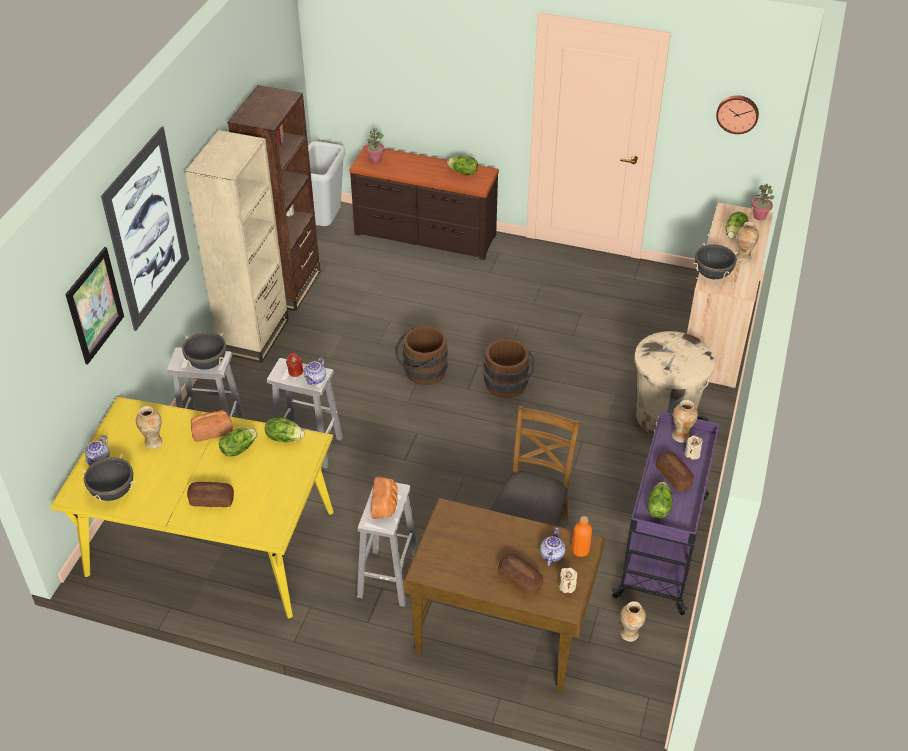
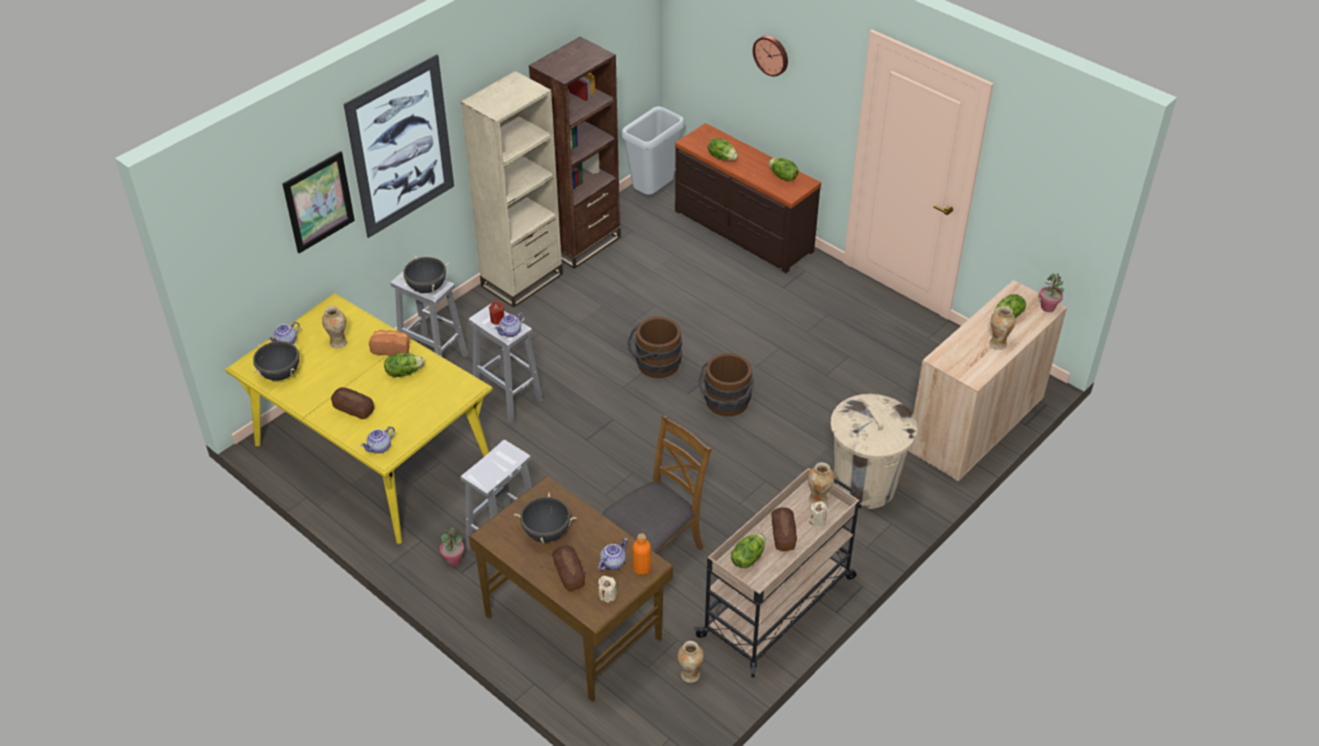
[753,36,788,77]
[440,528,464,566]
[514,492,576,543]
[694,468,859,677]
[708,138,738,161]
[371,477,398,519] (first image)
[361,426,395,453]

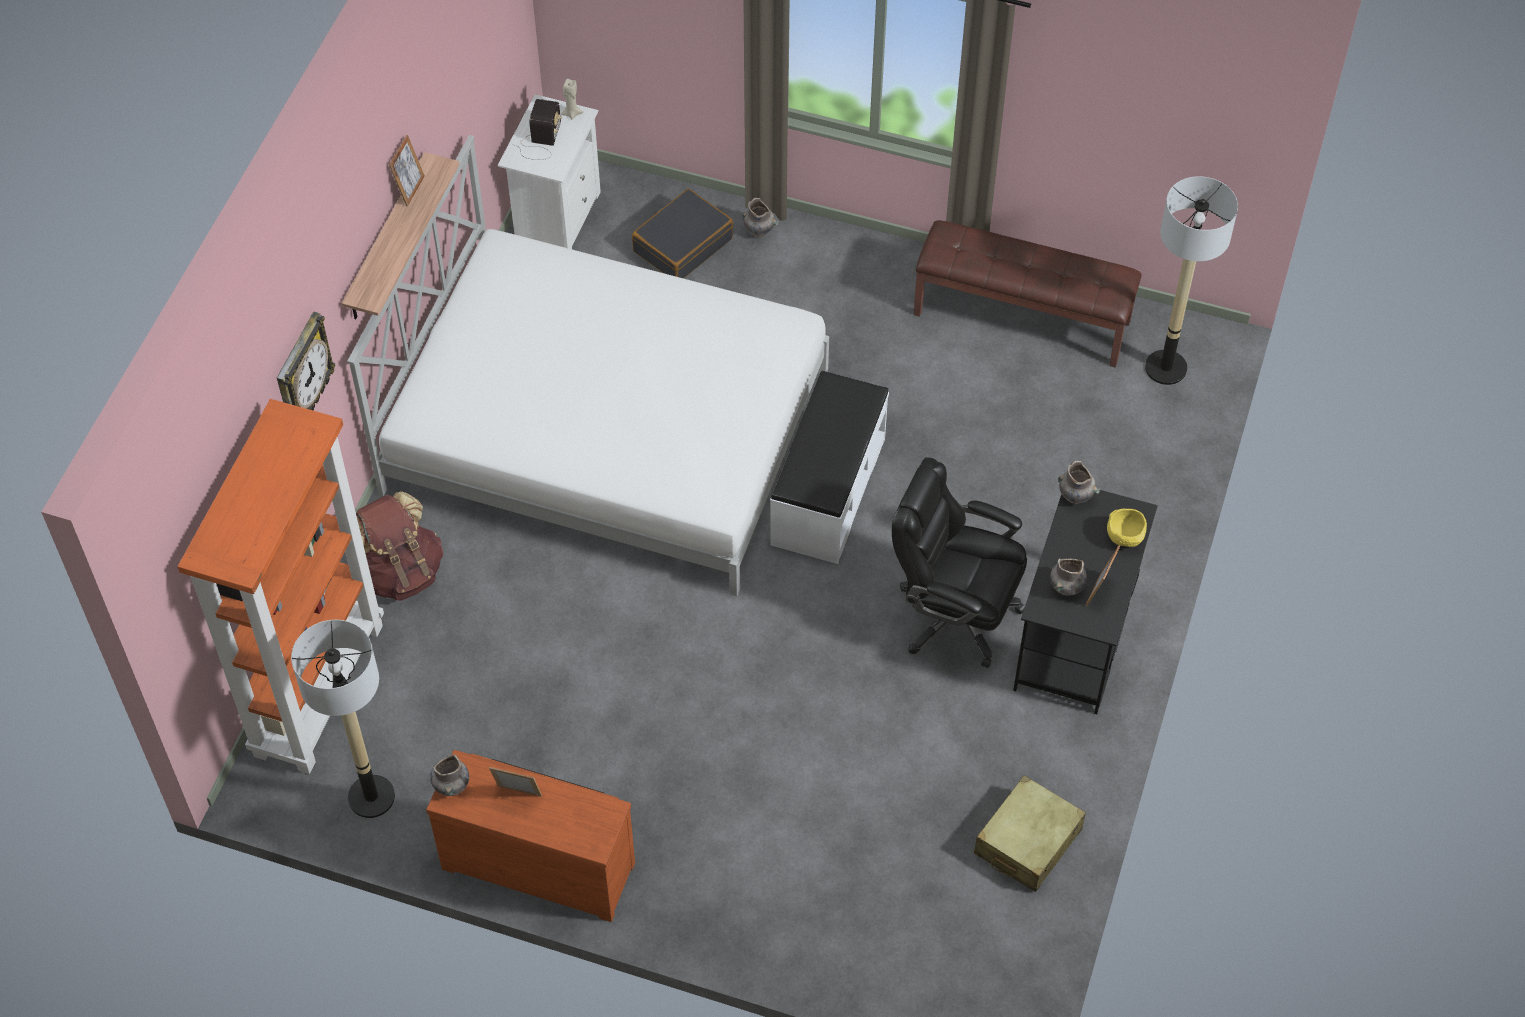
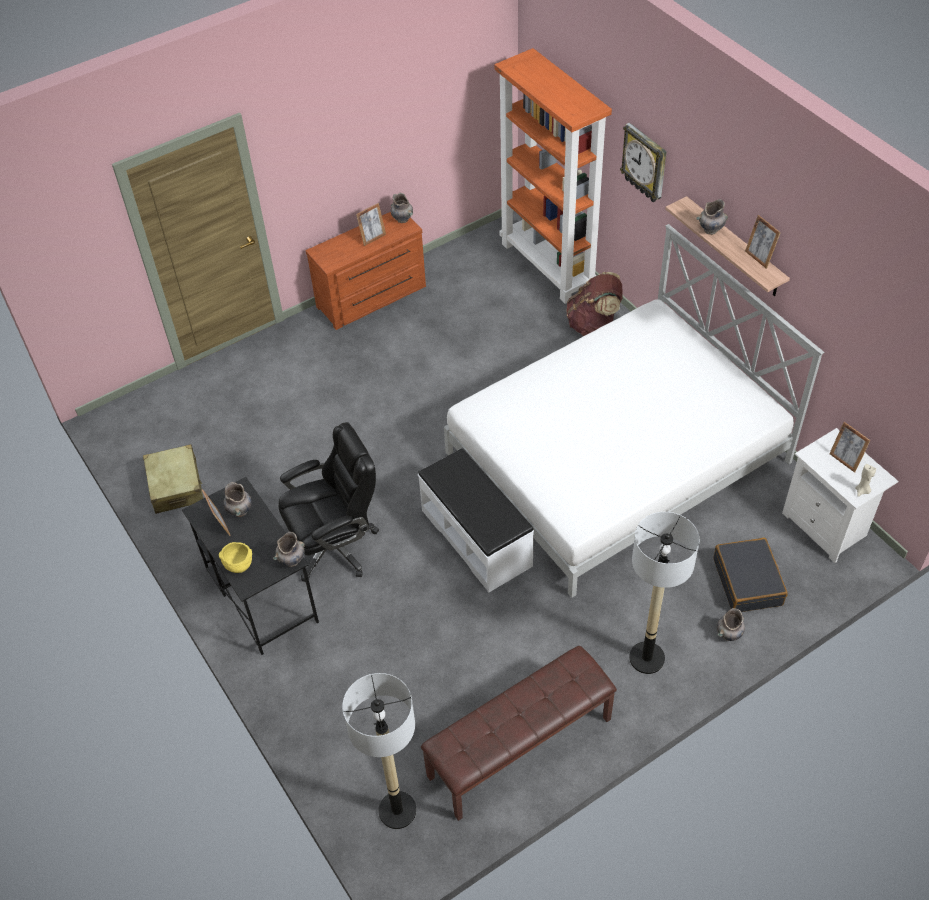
[829,422,871,473]
[629,512,699,674]
[696,199,728,235]

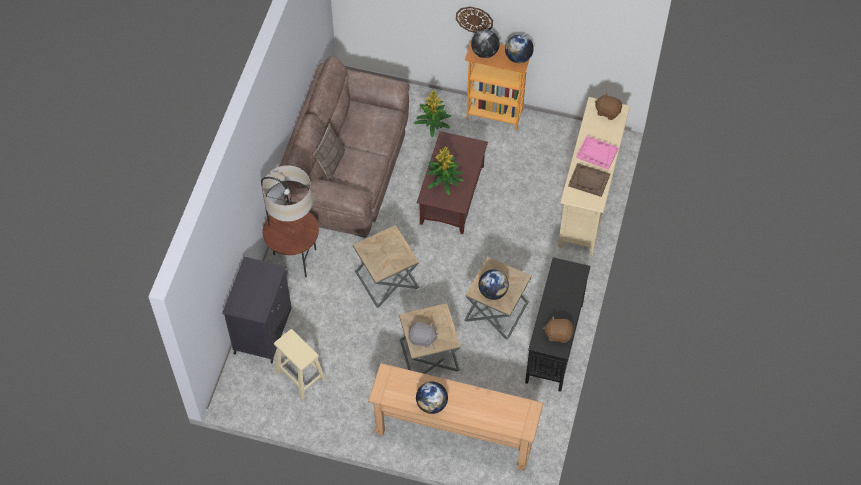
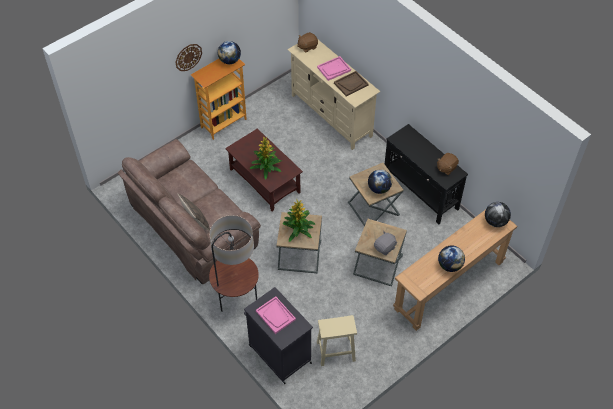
[485,202,511,227]
[283,200,315,242]
[256,296,296,334]

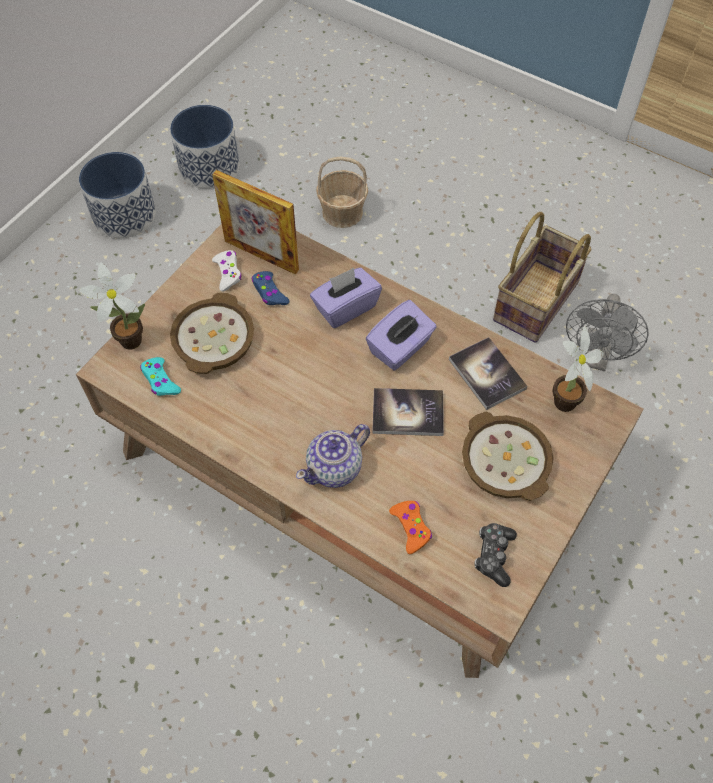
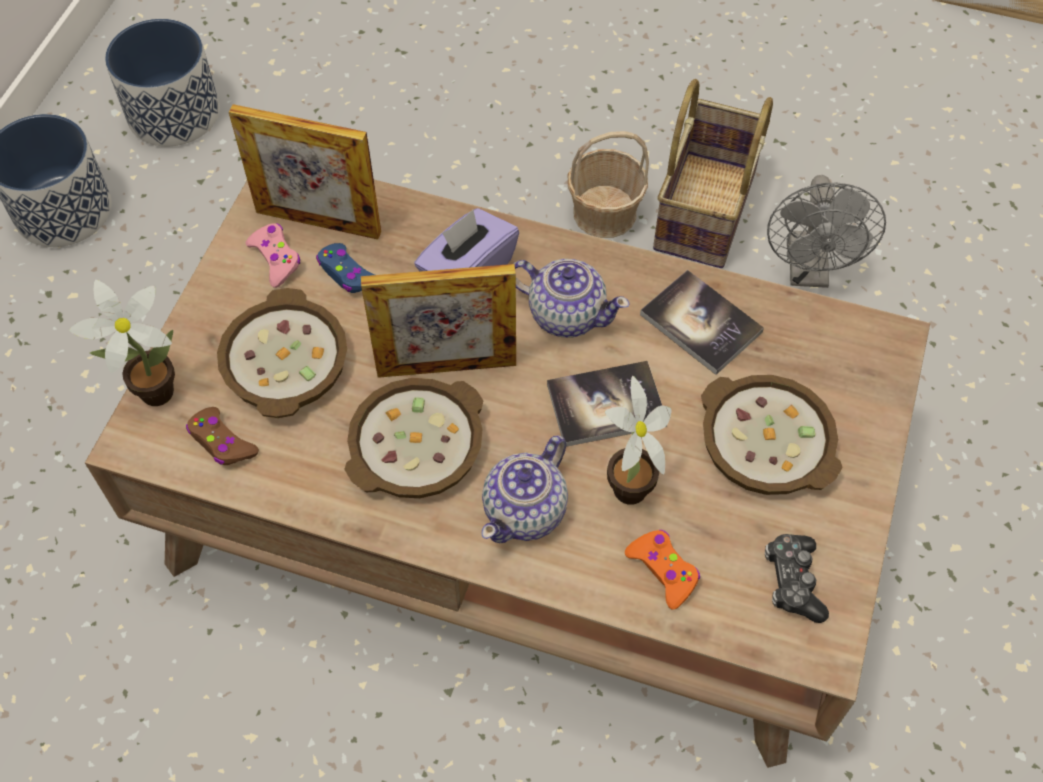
[568,131,649,238]
[246,223,300,288]
[513,259,630,337]
[605,375,671,505]
[186,407,259,465]
[361,264,516,378]
[344,378,484,498]

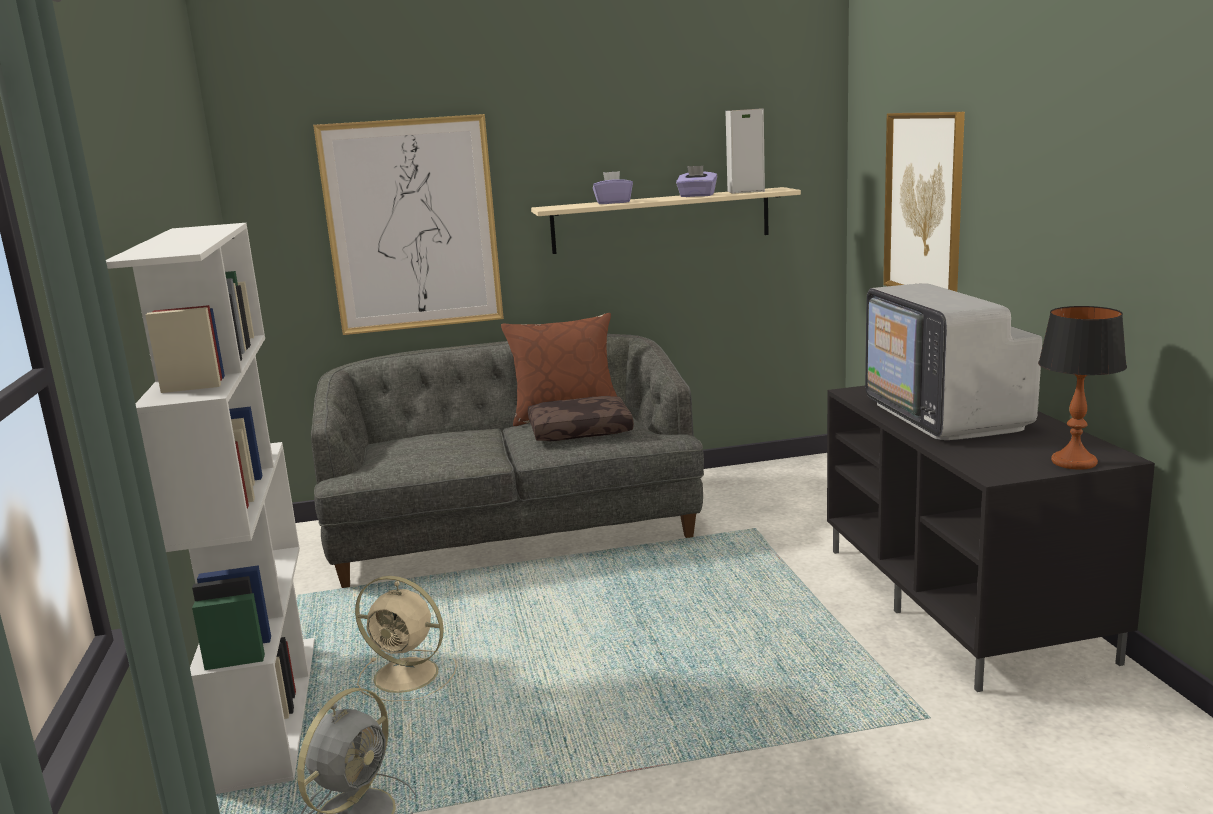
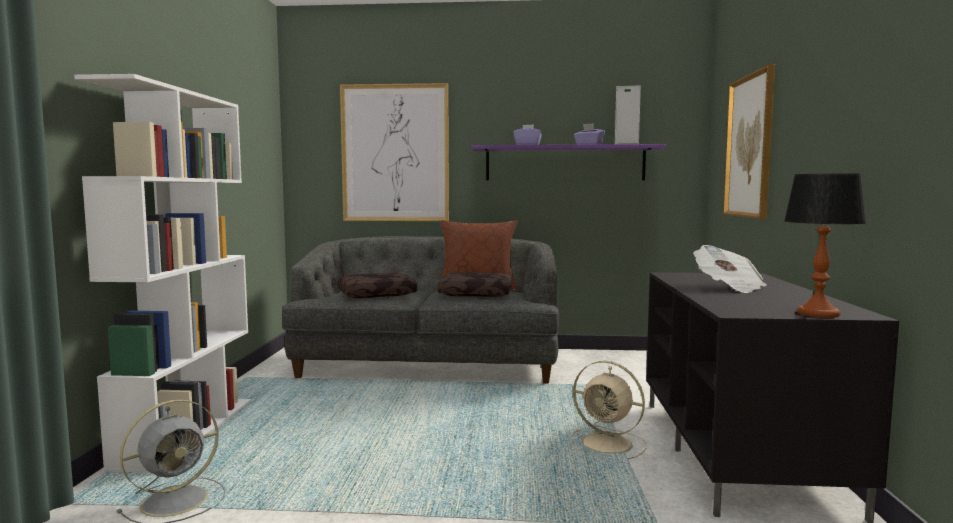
[472,144,666,180]
[693,245,767,293]
[570,361,647,459]
[338,273,417,298]

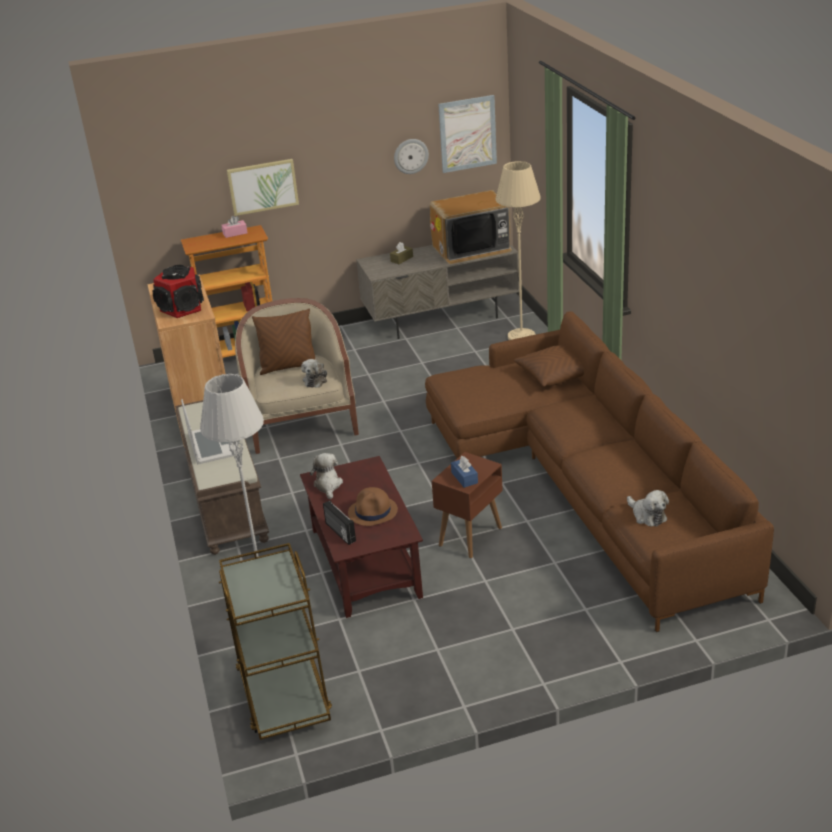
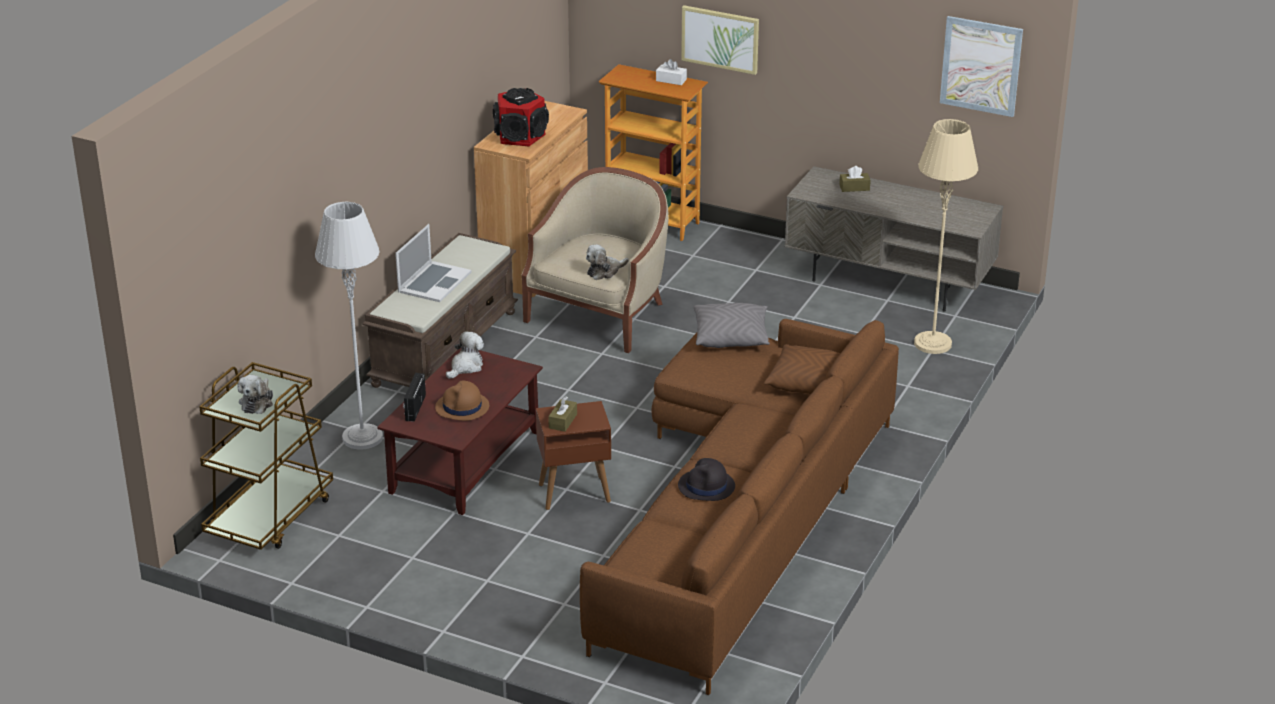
[394,139,429,174] (first image)
[430,190,512,264] (first image)
[656,59,687,85]
[252,309,315,375] (first image)
[548,396,577,432]
[238,375,273,414]
[694,303,770,348]
[678,458,735,501]

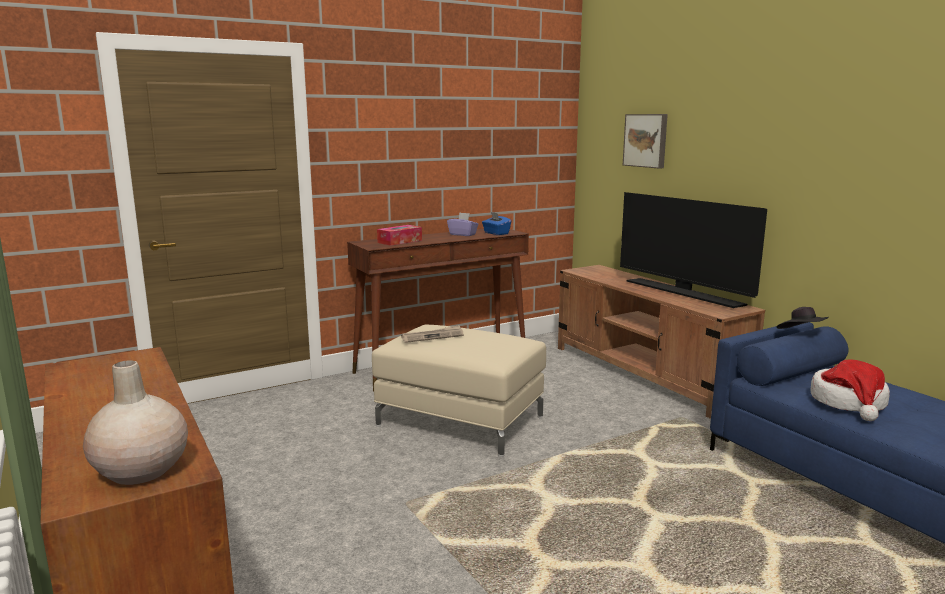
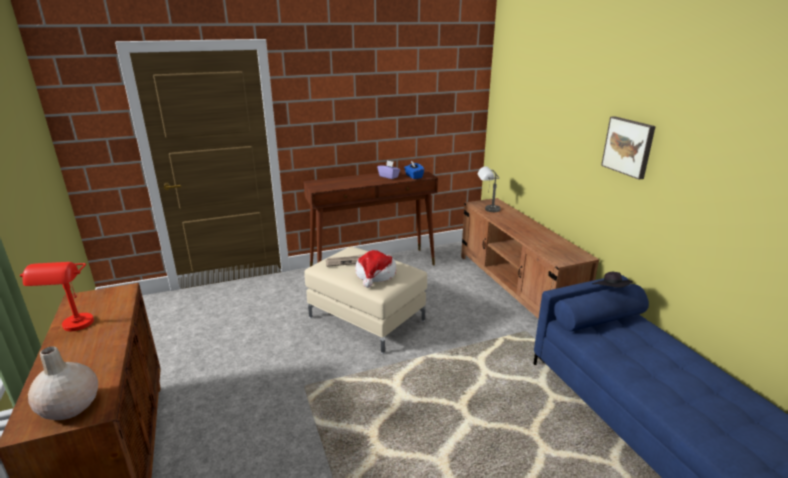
[601,116,656,180]
[620,192,767,308] (first image)
[377,225,422,246] (first image)
[355,250,396,288]
[478,166,500,212]
[20,262,94,331]

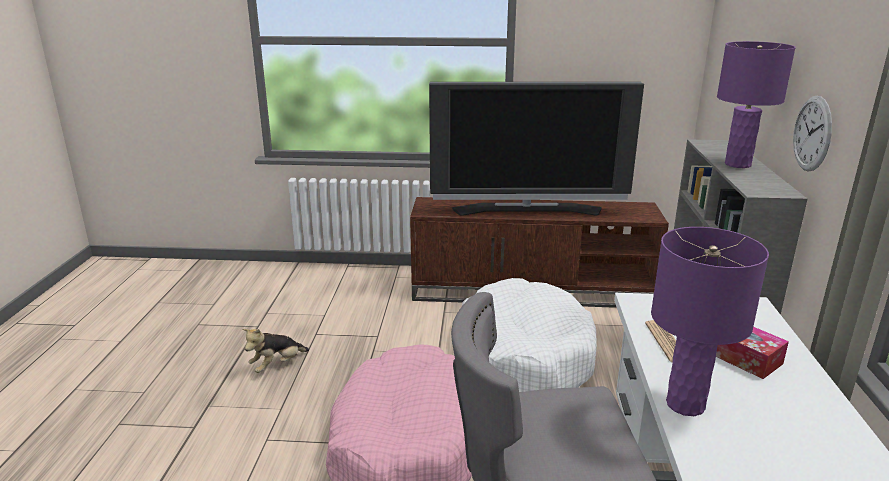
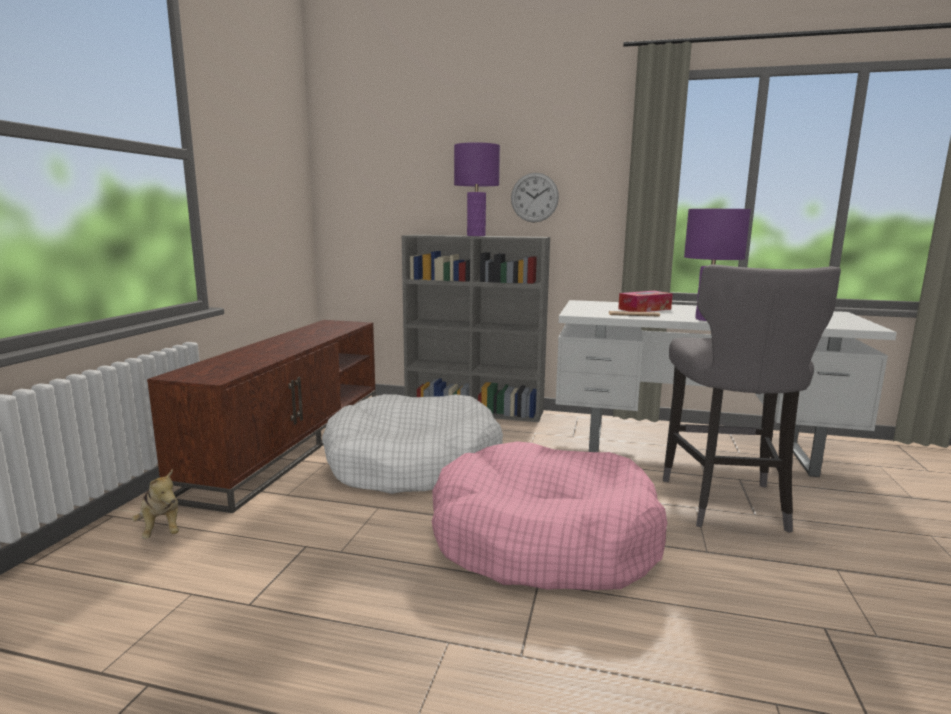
[429,82,644,216] (first image)
[132,469,179,539]

